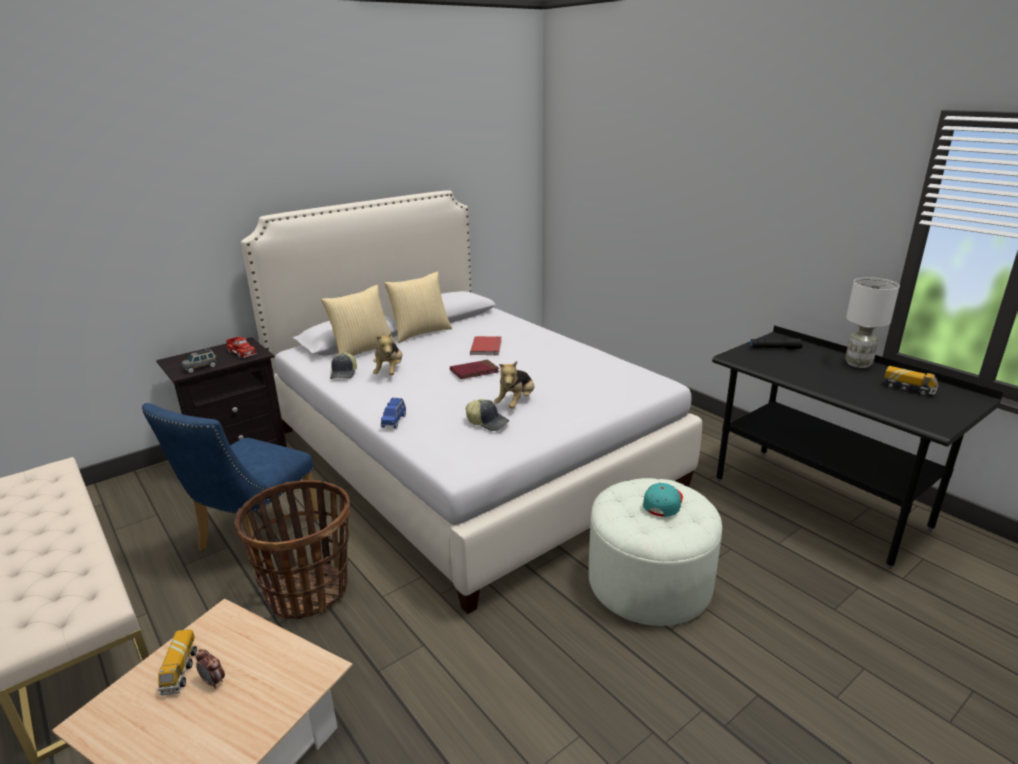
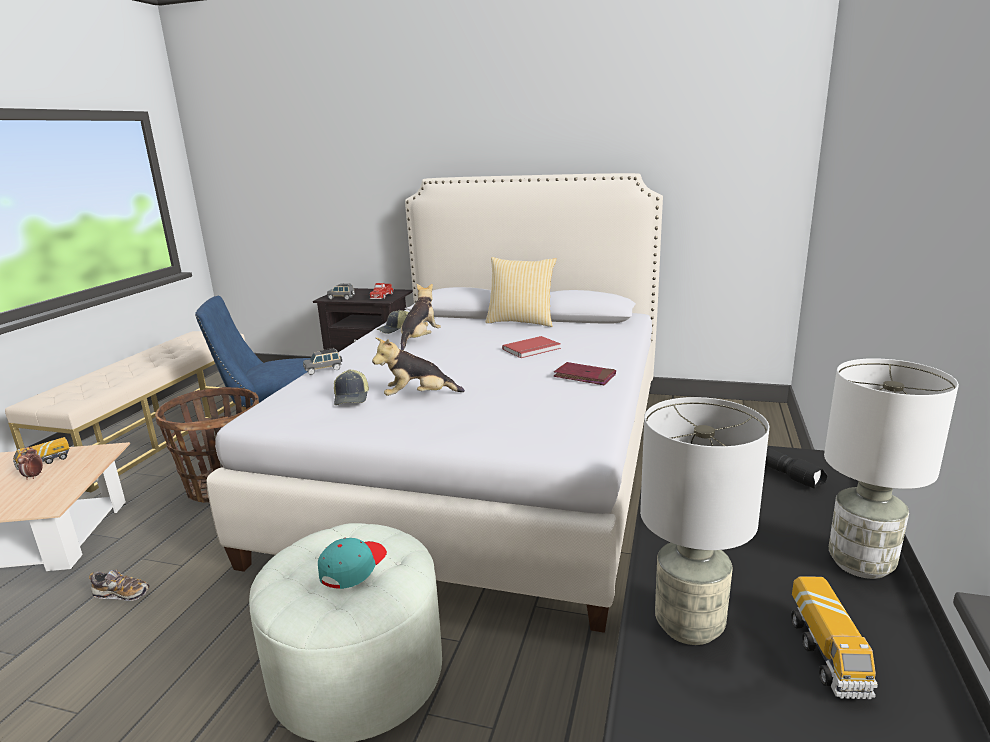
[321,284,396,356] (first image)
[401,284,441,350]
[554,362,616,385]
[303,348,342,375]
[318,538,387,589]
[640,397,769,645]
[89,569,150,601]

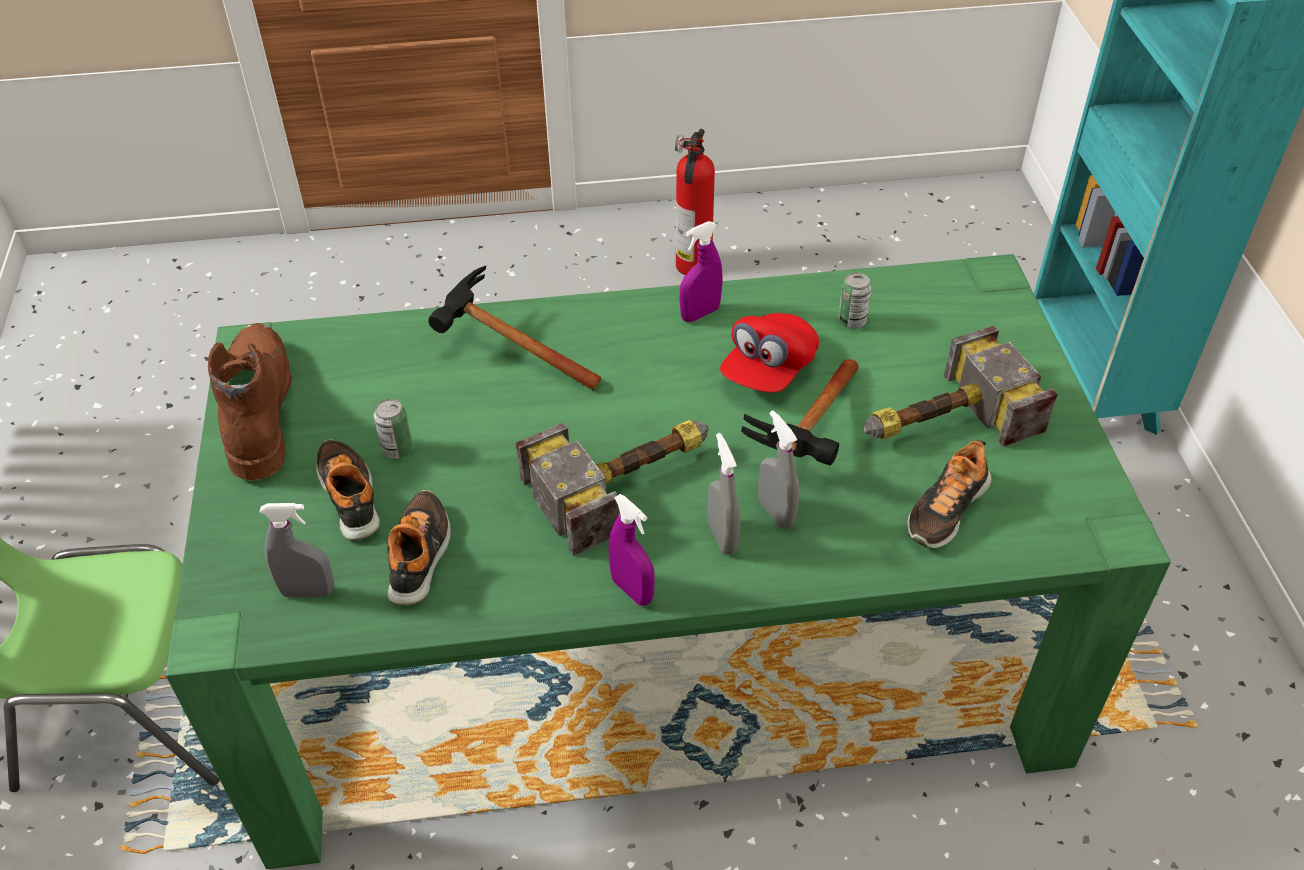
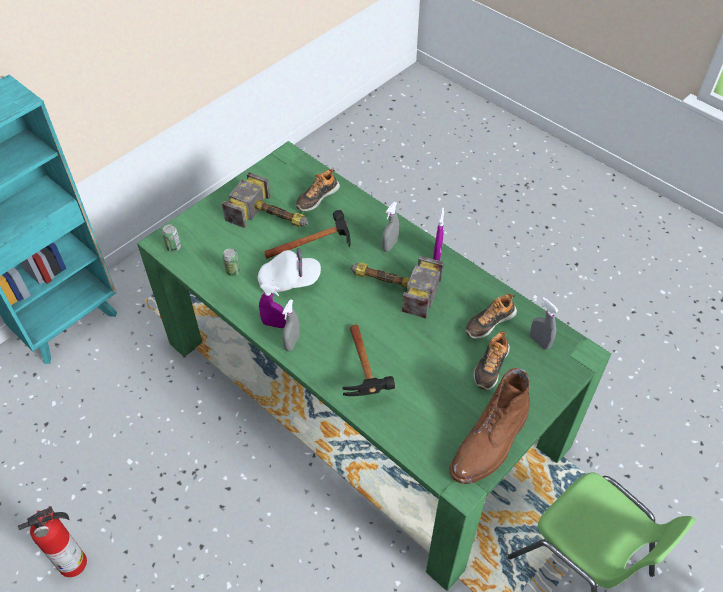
[258,248,321,293]
[162,224,181,252]
[282,299,300,351]
[296,169,340,211]

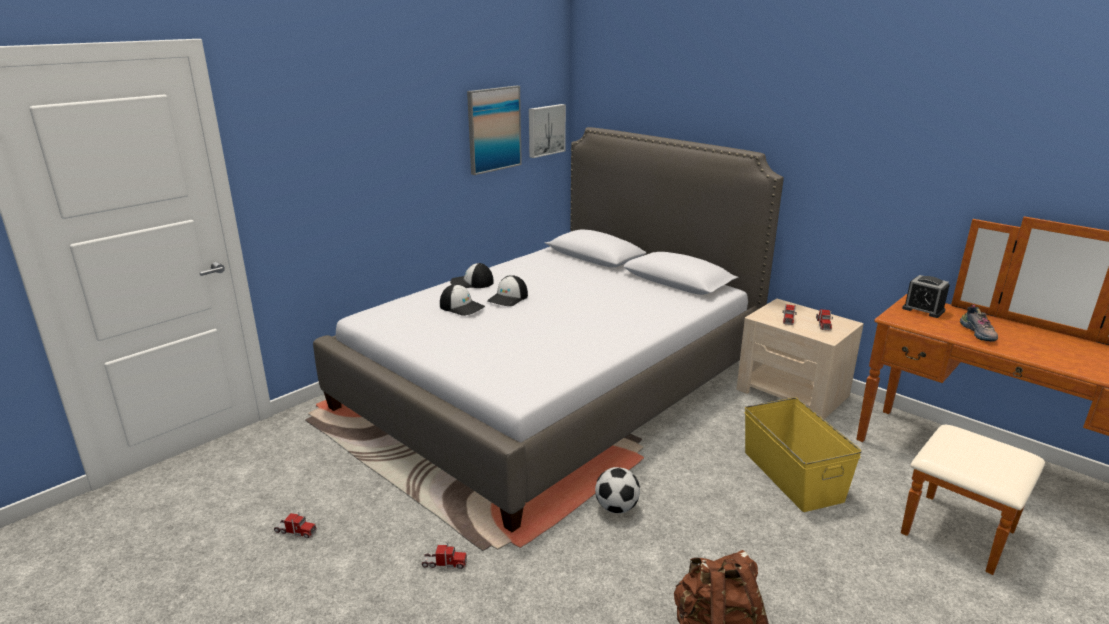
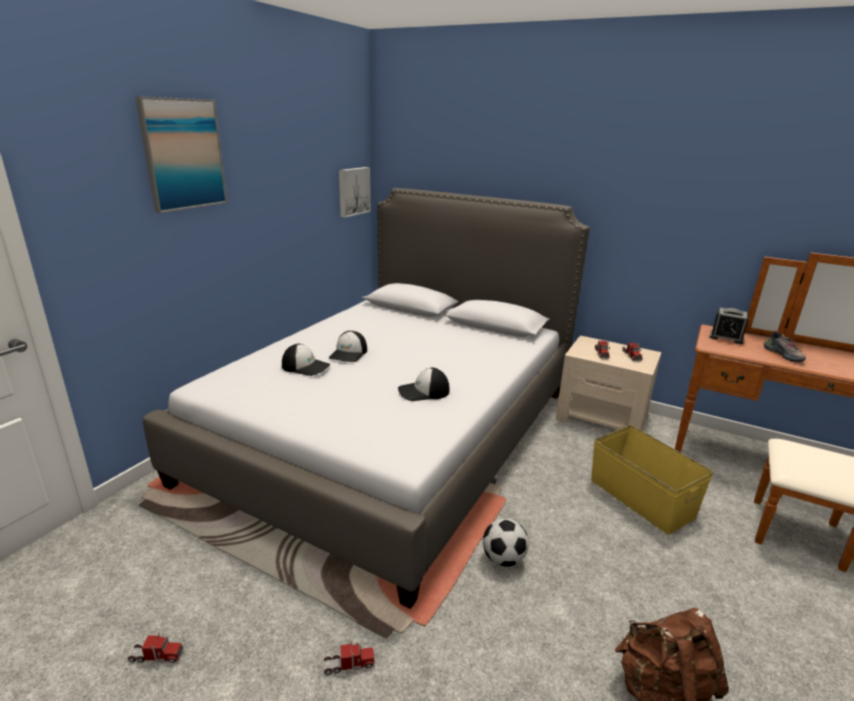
[135,96,227,213]
[398,367,449,401]

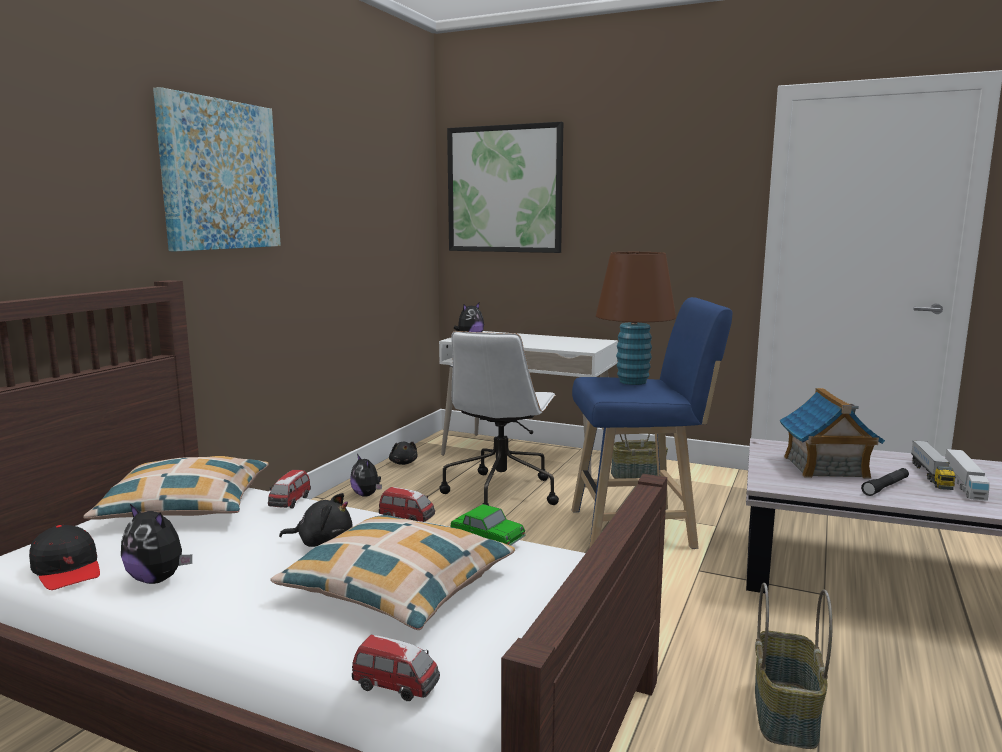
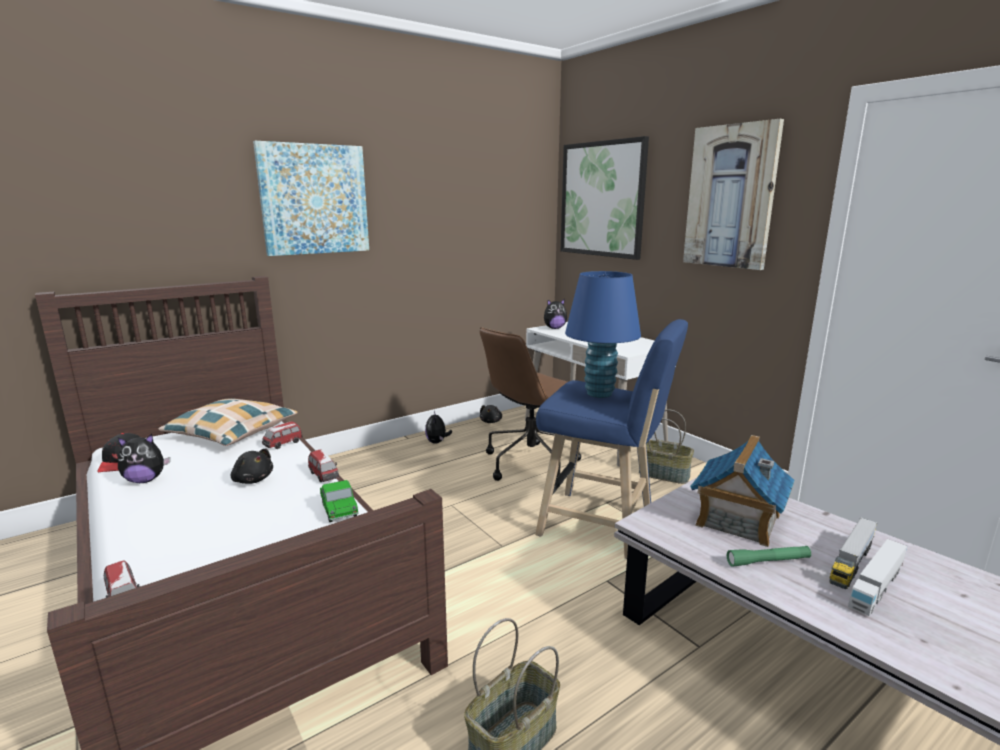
[565,271,641,398]
[480,327,581,483]
[727,546,811,567]
[118,434,170,483]
[270,515,515,630] (first image)
[683,119,784,270]

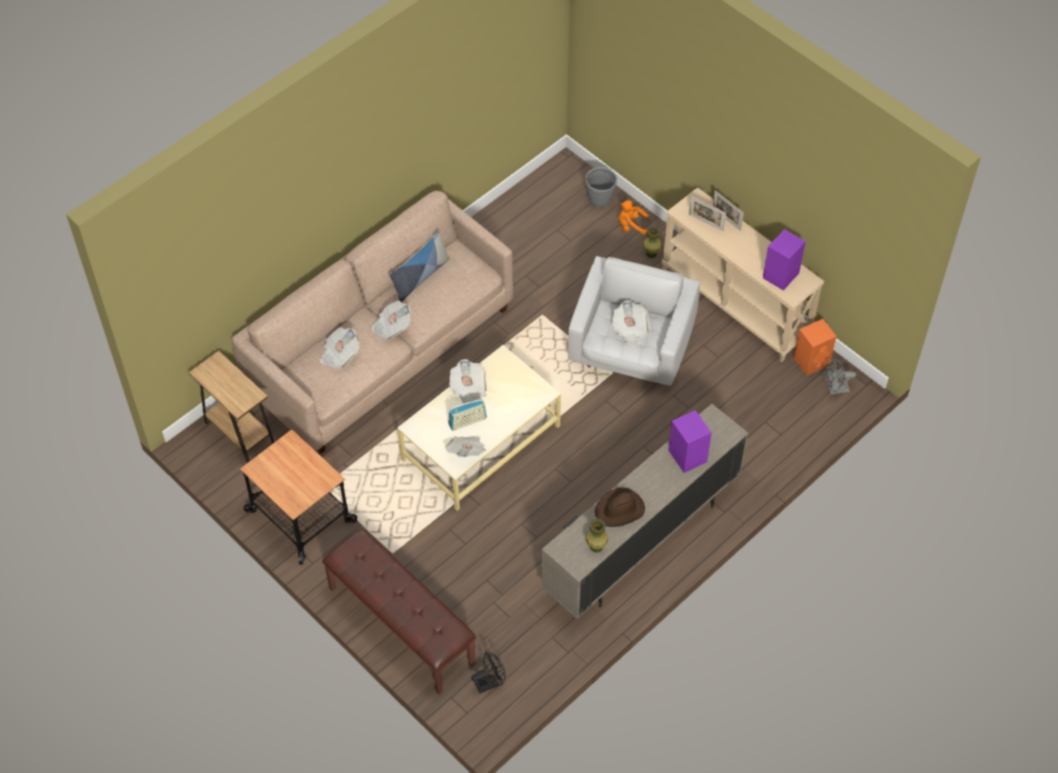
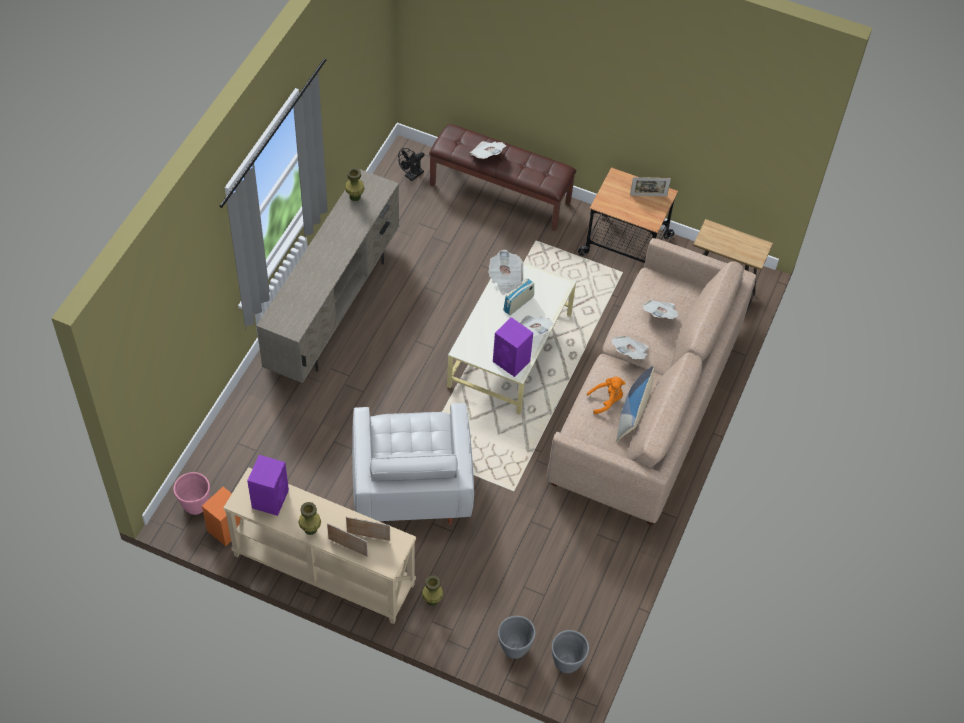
[587,377,625,414]
[469,141,506,159]
[173,472,210,515]
[493,317,533,377]
[595,487,645,527] (first image)
[630,177,671,196]
[298,502,321,535]
[552,630,589,673]

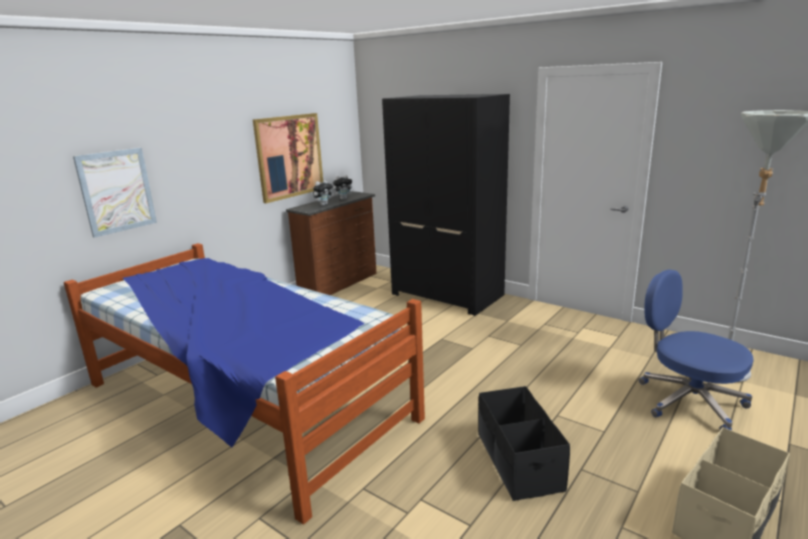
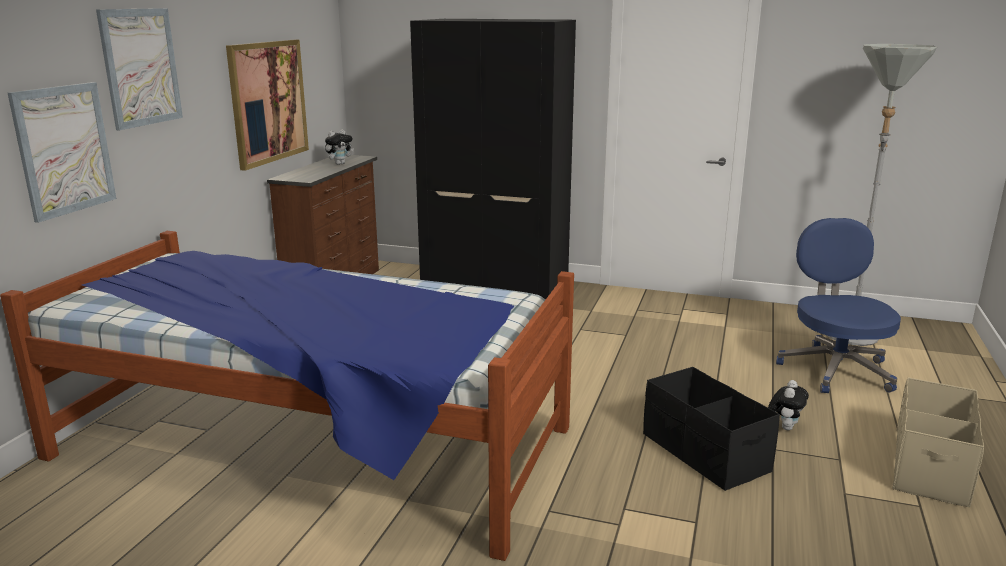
[768,380,809,430]
[776,218,901,393]
[96,8,183,130]

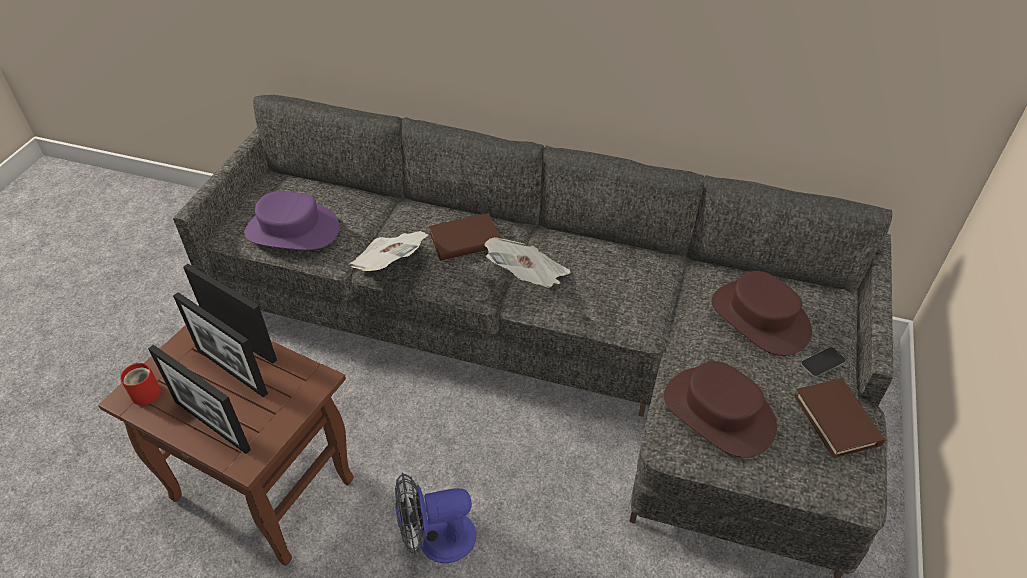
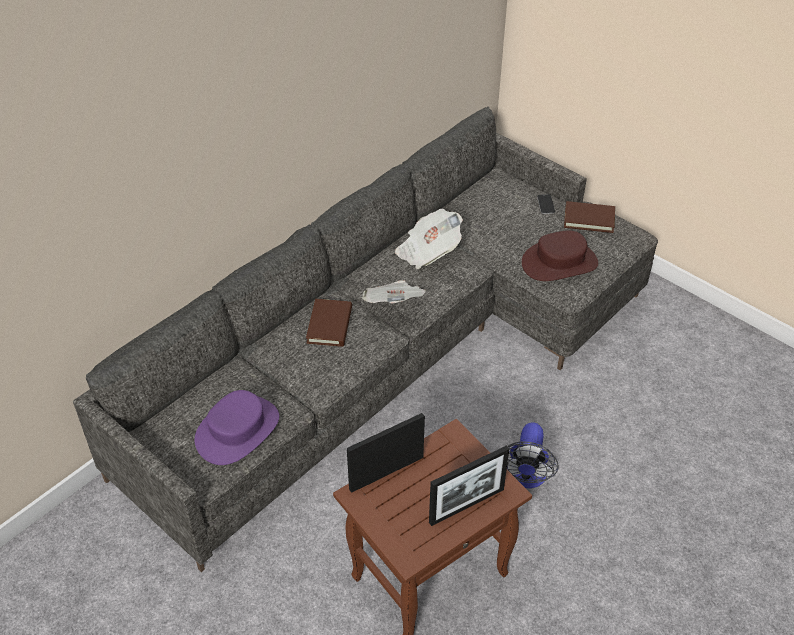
[395,209,463,269]
[712,271,812,356] (first image)
[173,292,268,397] (first image)
[120,362,161,405] (first image)

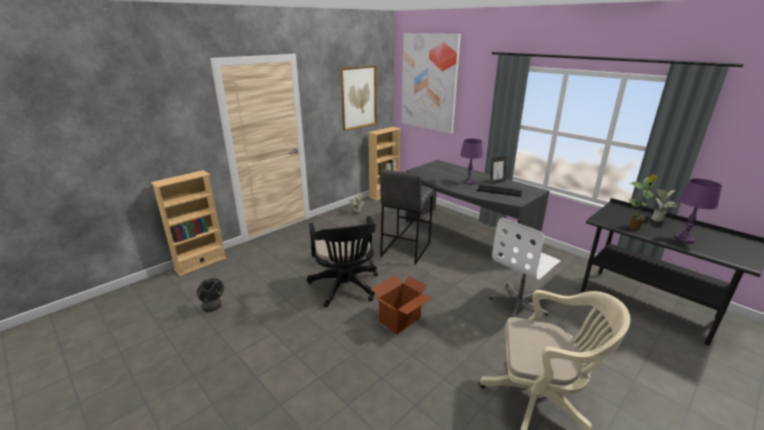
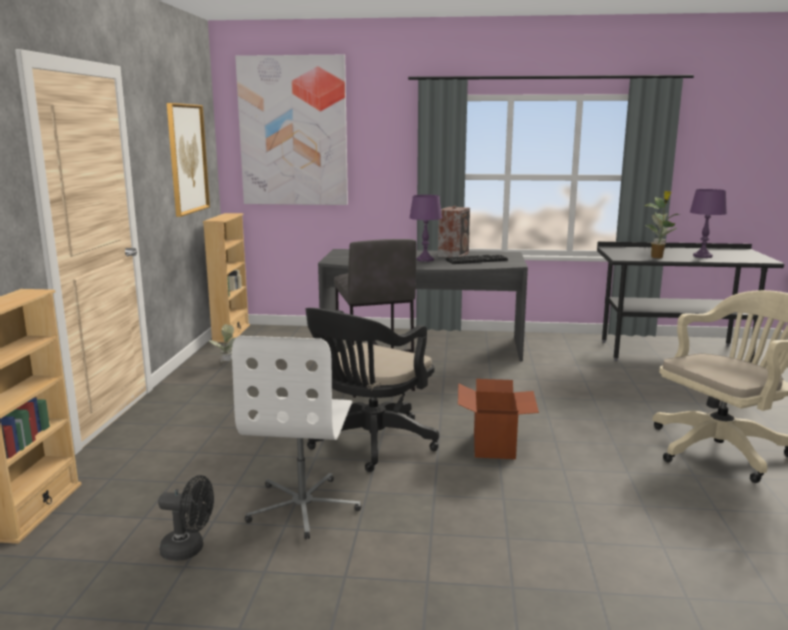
[438,206,470,258]
[306,308,439,472]
[232,336,361,539]

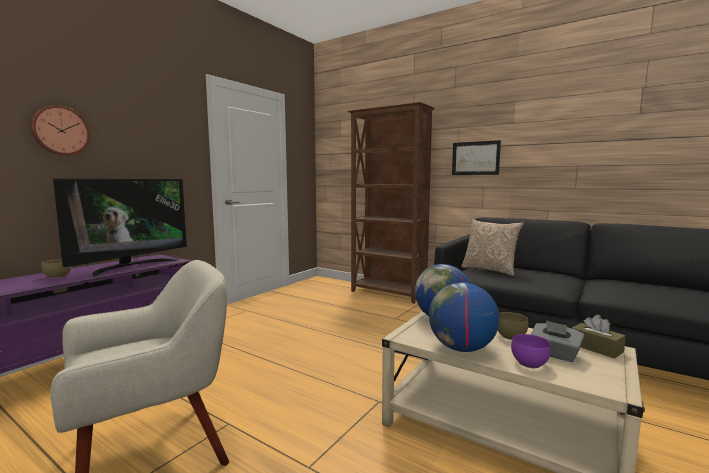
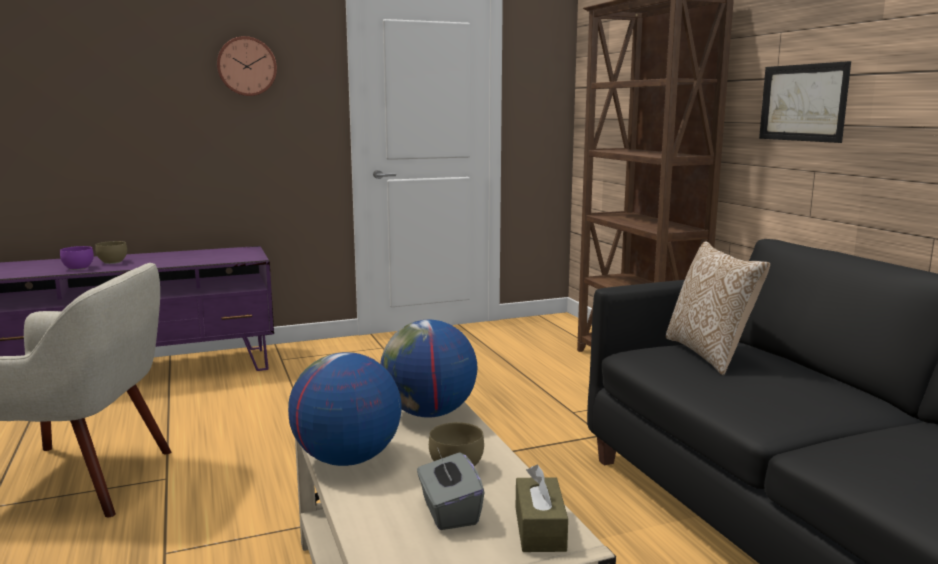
[217,36,277,96]
[53,179,187,277] (first image)
[60,246,94,270]

